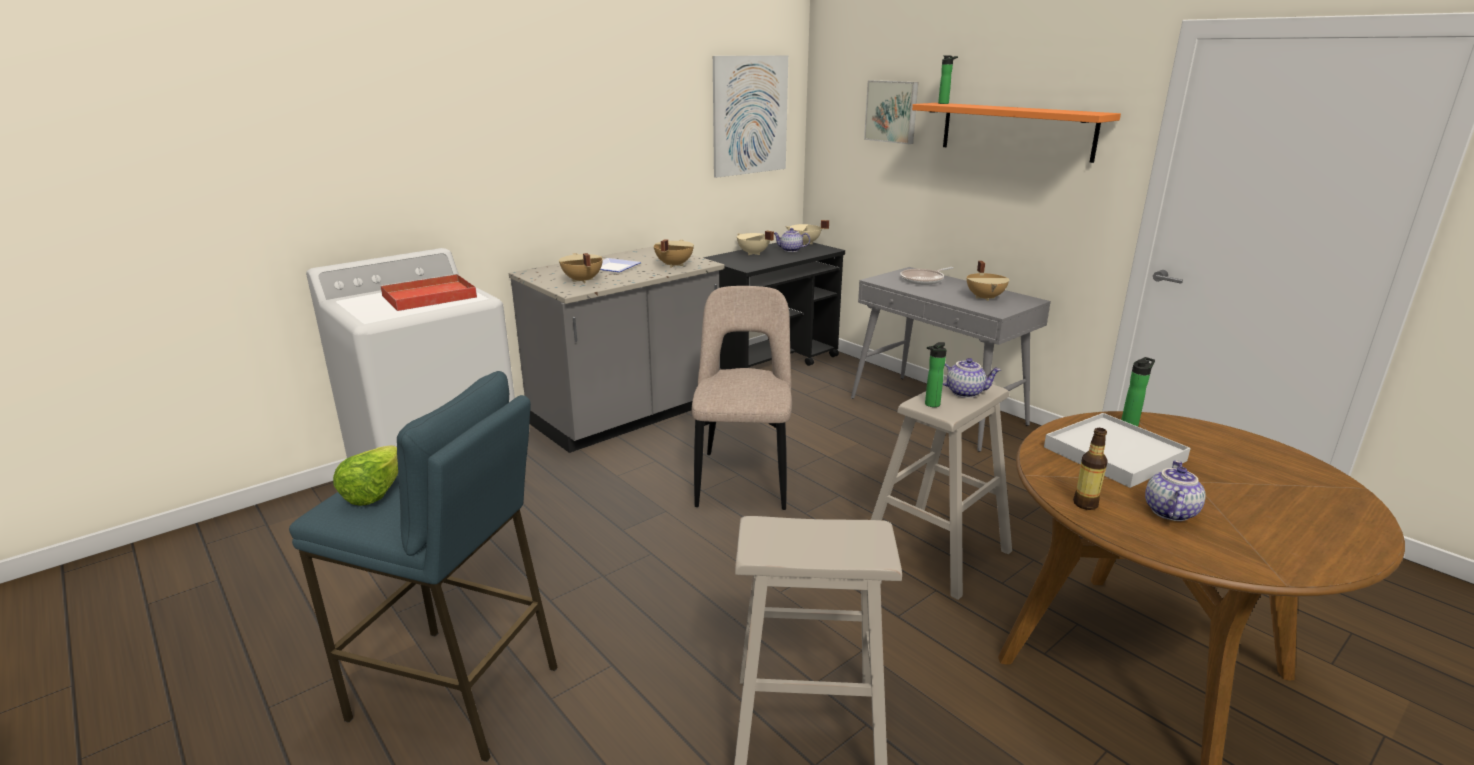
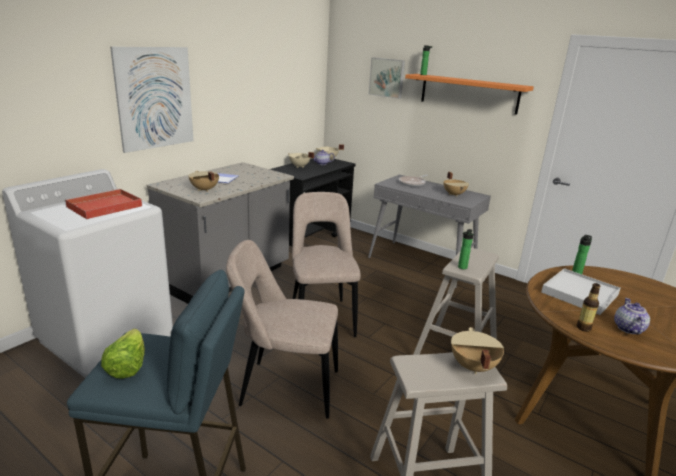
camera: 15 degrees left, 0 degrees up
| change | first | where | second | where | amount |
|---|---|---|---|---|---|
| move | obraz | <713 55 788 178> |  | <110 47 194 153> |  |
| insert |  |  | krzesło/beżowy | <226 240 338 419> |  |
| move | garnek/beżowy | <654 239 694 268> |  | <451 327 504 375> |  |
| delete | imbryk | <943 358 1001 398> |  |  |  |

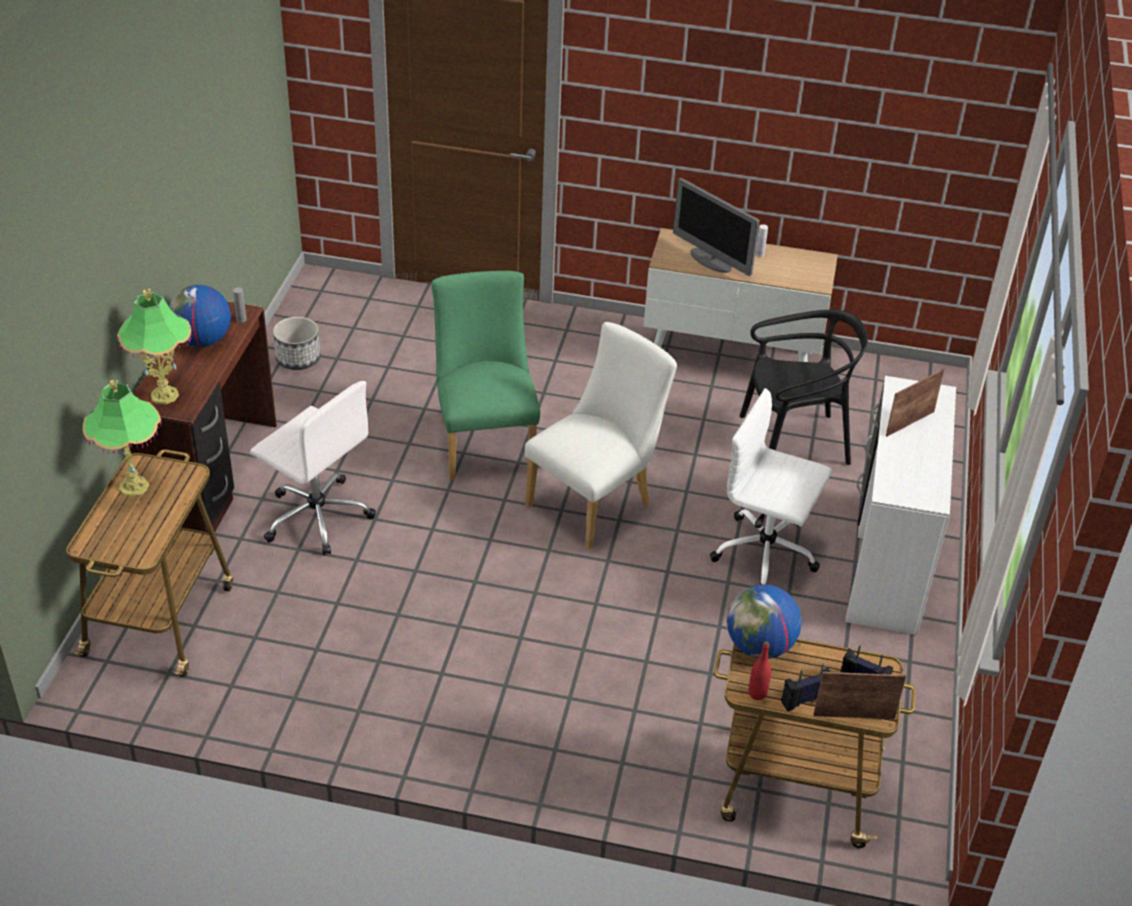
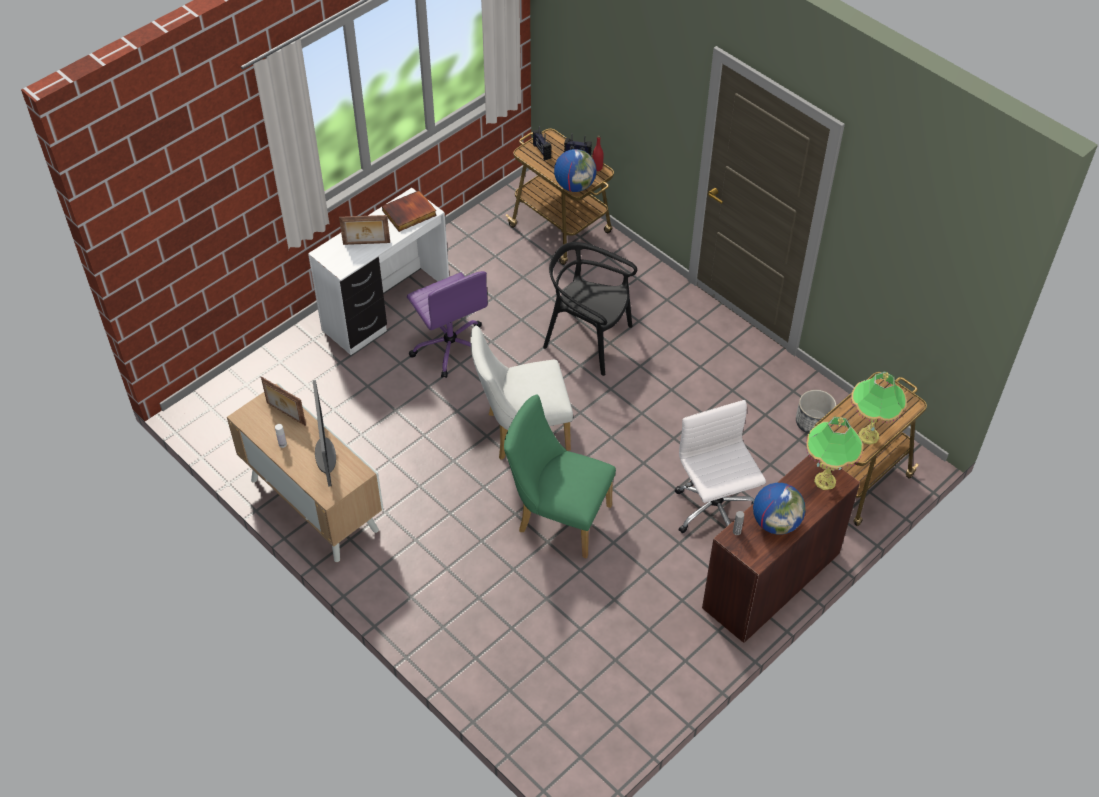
camera: 145 degrees left, 10 degrees up
| change | first | where | second | where | amount |
|---|---|---|---|---|---|
| move | ramka na zdjęcie | <813 672 906 719> |  | <261 377 306 426> |  |
| insert |  |  | książka | <382 190 437 232> |  |
| recolor | krzesło biurowe/biały | <710 388 832 584> | krzesło biurowe/fioletowy | <407 271 488 378> |  |
| rotate | krzesło/zielony | <432 271 540 480> |  | <504 395 616 559> | 90 degrees clockwise |
| move | krzesło/czarny | <739 310 868 465> |  | <543 242 637 376> |  |
| move | donica | <273 317 320 370> |  | <796 390 837 434> |  |

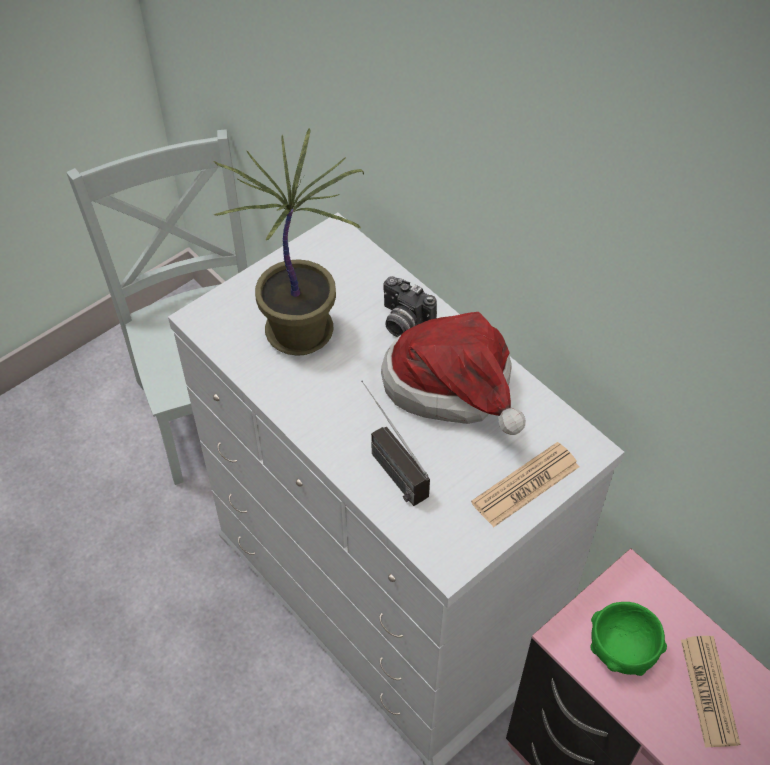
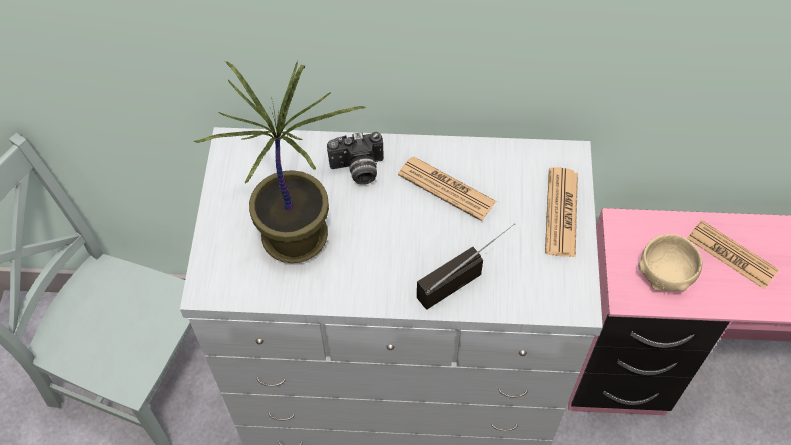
camera: 45 degrees left, 5 degrees up
| change | first | where | second | where | amount |
|---|---|---|---|---|---|
| replace | kapelusz | <381 312 525 435> | gazeta | <398 157 496 221> |  |
| rotate | radio | <361 380 430 506> |  | <417 224 515 310> | 135 degrees clockwise |
| recolor | miska/zielony | <590 602 667 676> | miska/beżowy | <638 234 702 291> |  |

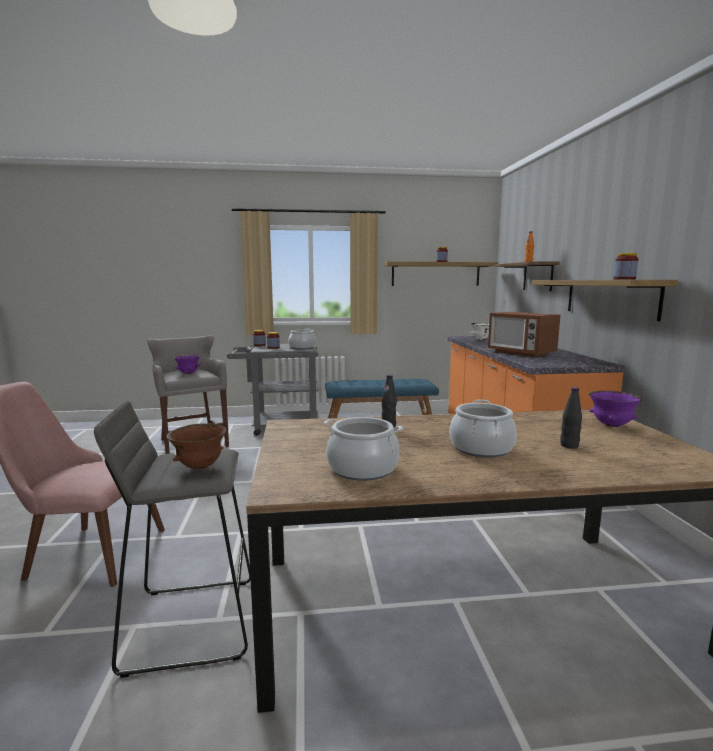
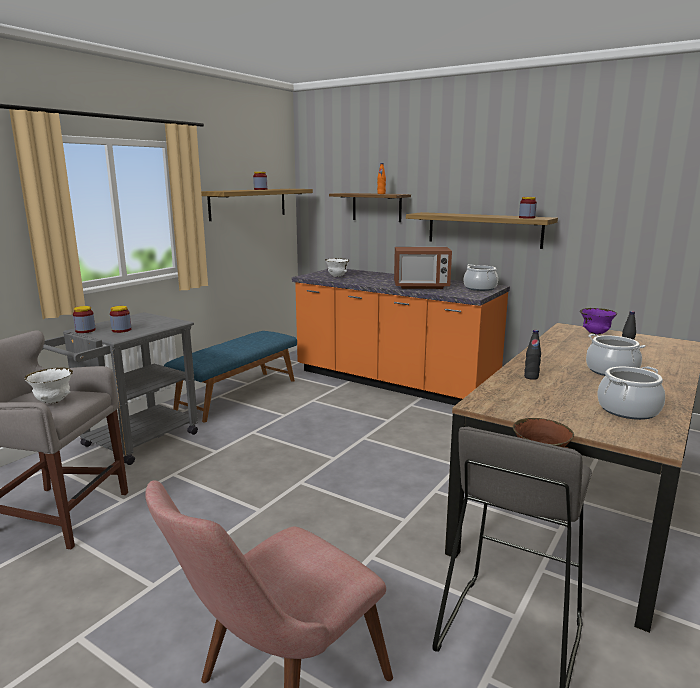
camera: 50 degrees left, 5 degrees up
| change | first | where | second | where | amount |
|---|---|---|---|---|---|
| recolor | miska/fioletowy | <174 355 201 374> | miska/biały | <25 367 73 404> |  |
| move | garnek | <288 329 316 350> |  | <464 264 498 291> |  |

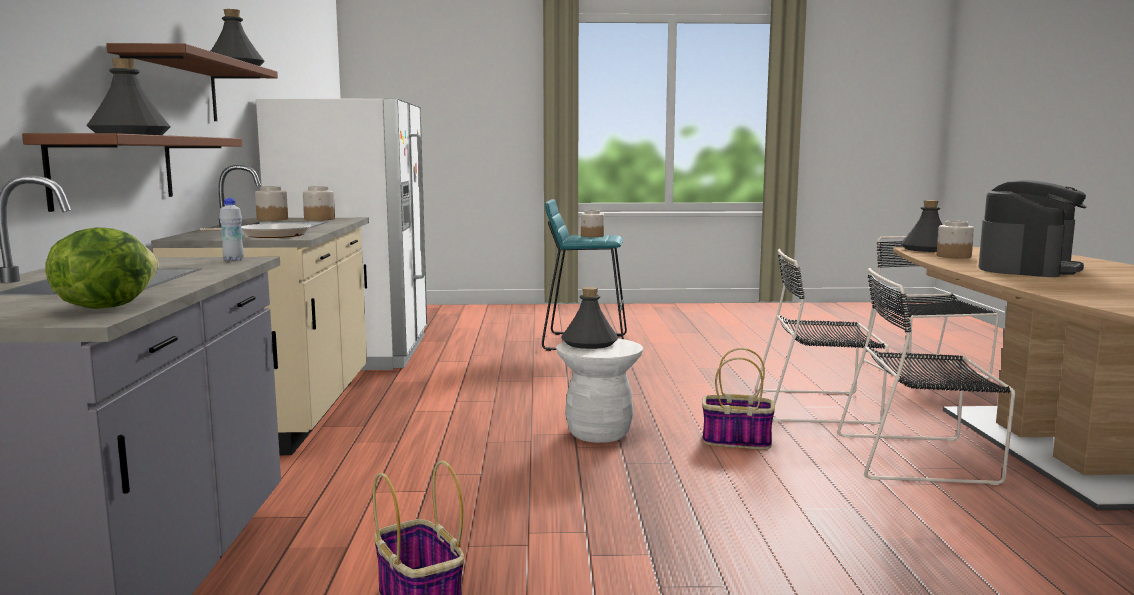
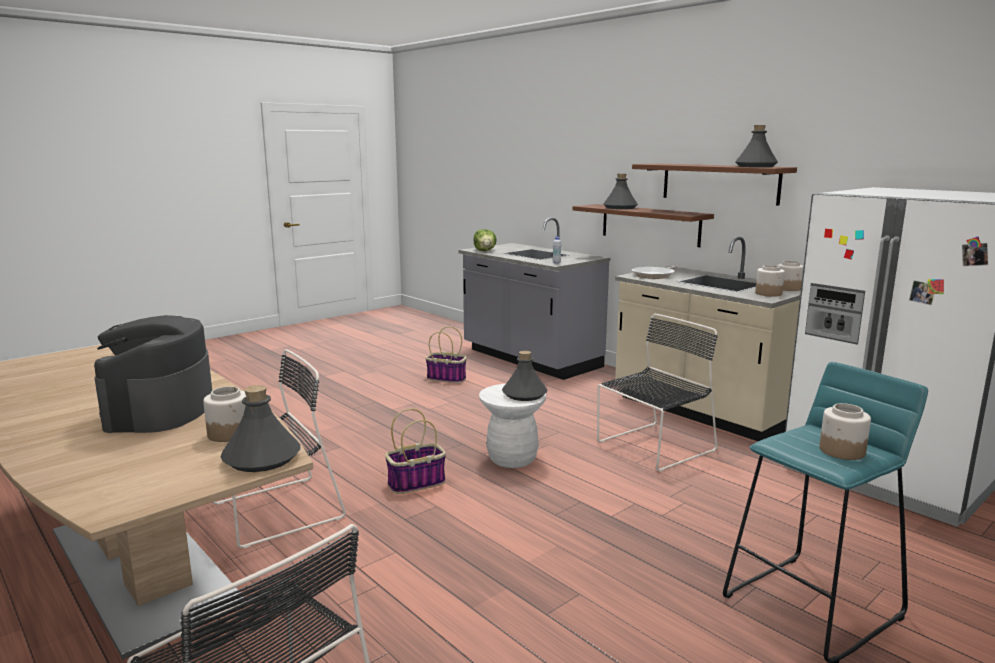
camera: 140 degrees right, 5 degrees up
| change | first | where | second | where | amount |
|---|---|---|---|---|---|
| move | krzesło/czarny | <755 249 889 425> |  | <597 314 717 472> |  |

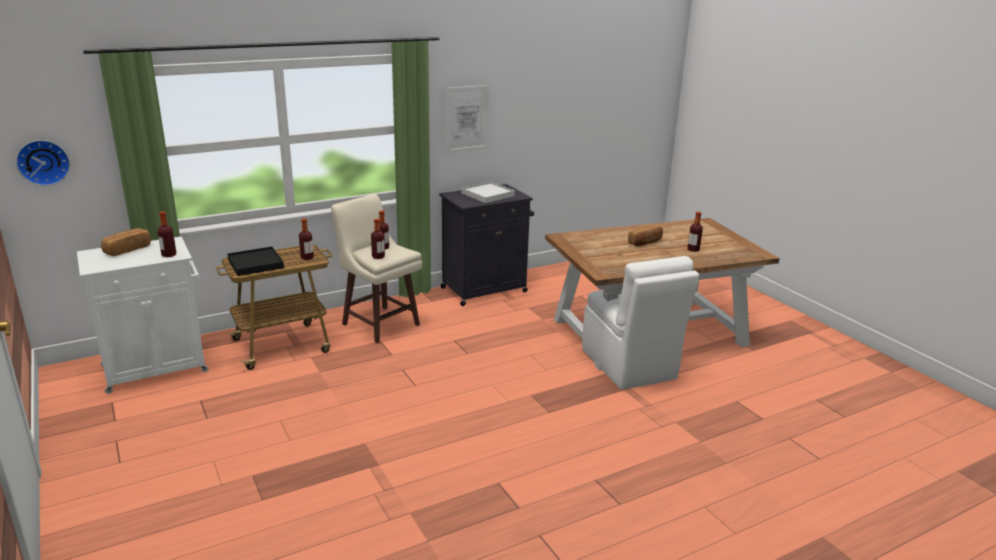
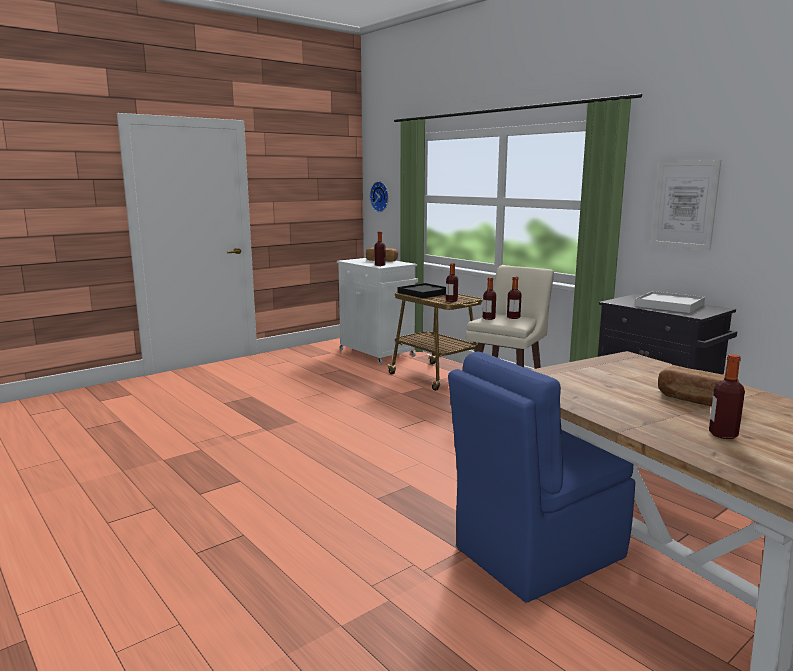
camera: 80 degrees right, 10 degrees down
| change | first | where | second | where | amount |
|---|---|---|---|---|---|
| recolor | krzesło/biały | <582 256 699 390> | krzesło/niebieski | <448 352 635 602> |  |

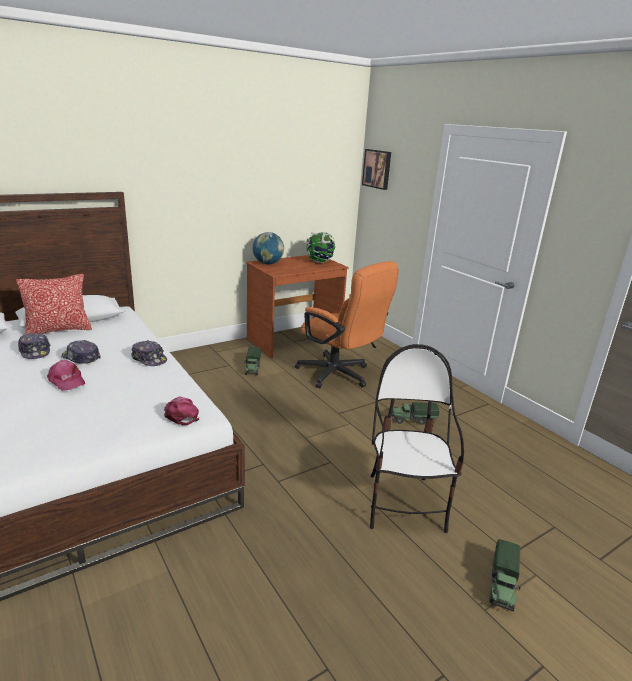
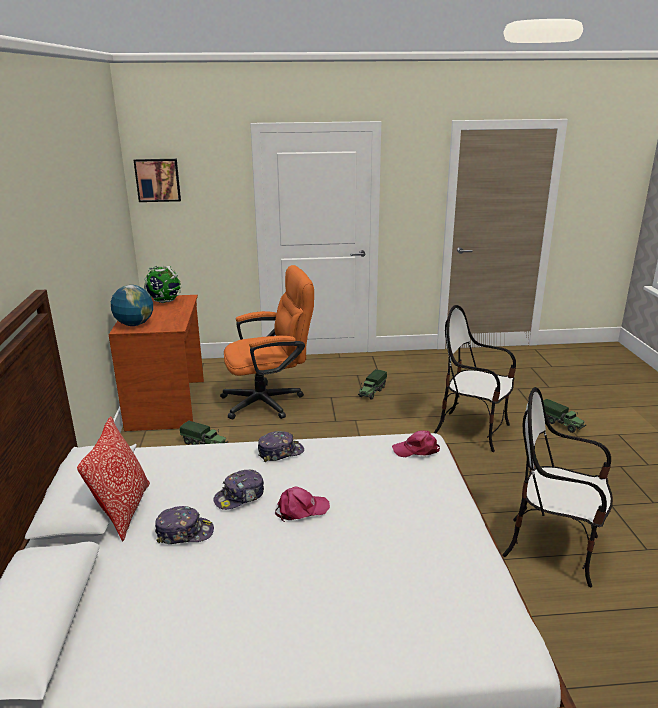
camera: 60 degrees left, 0 degrees up
| change | first | where | second | where | amount |
|---|---|---|---|---|---|
| insert |  |  | krzesło | <502 387 613 587> |  |

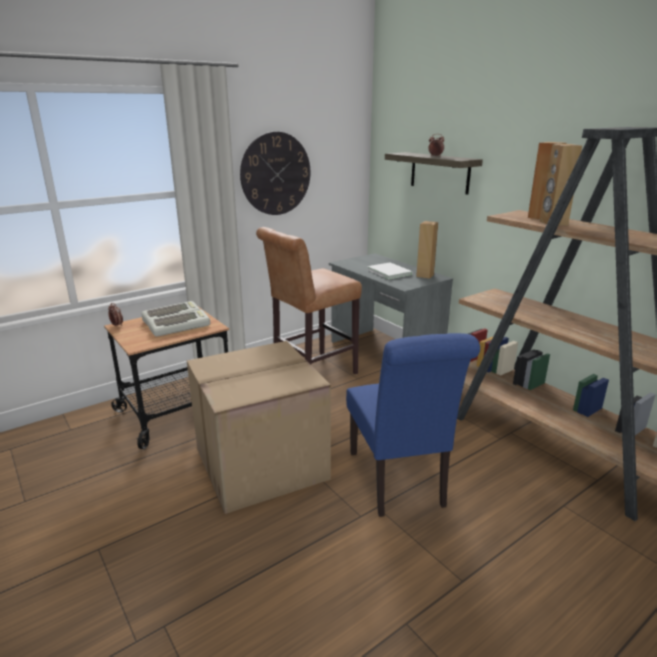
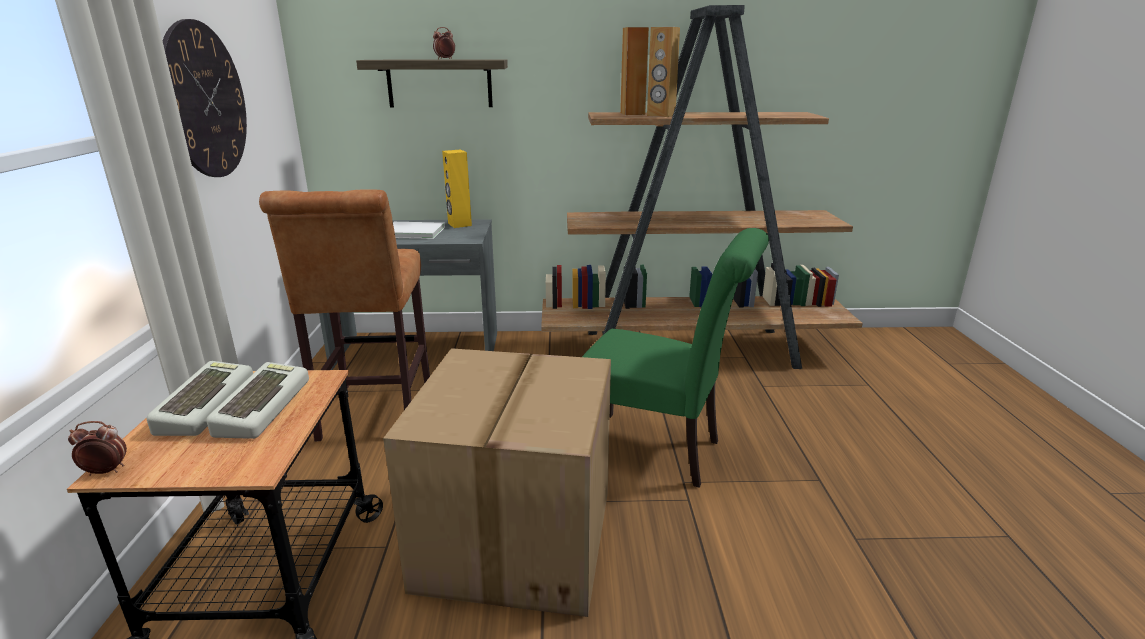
camera: 55 degrees left, 0 degrees up
| change | first | where | second | where | amount |
|---|---|---|---|---|---|
| recolor | głośnik/brązowy | <416 221 438 279> | głośnik/żółty | <442 150 472 228> |  |
| recolor | krzesło/niebieski | <346 333 480 517> | krzesło/zielony | <582 228 769 488> |  |

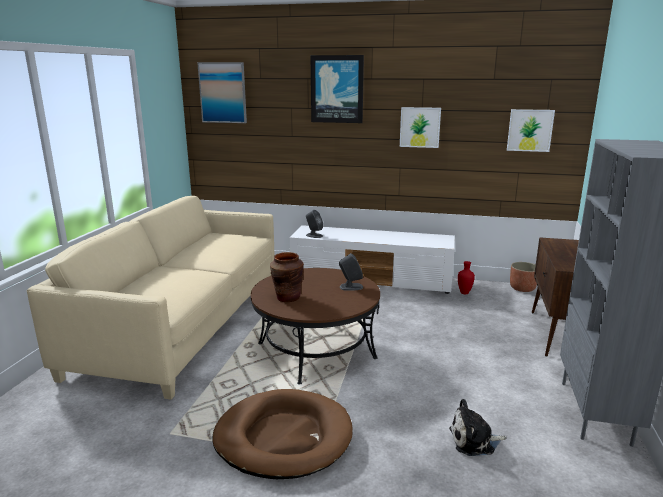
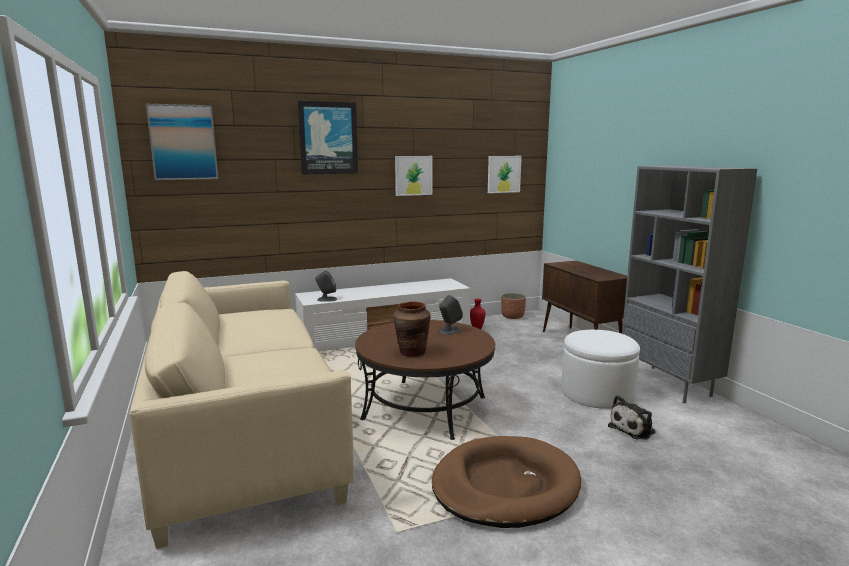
camera: 35 degrees left, 5 degrees down
| change | first | where | second | where | amount |
|---|---|---|---|---|---|
| insert |  |  | pufa/biały | <561 330 640 409> |  |

